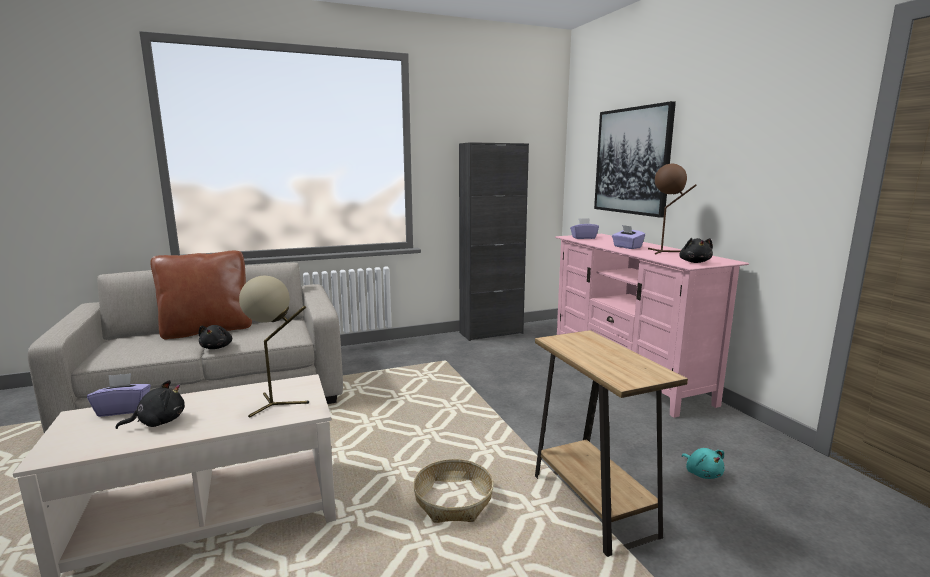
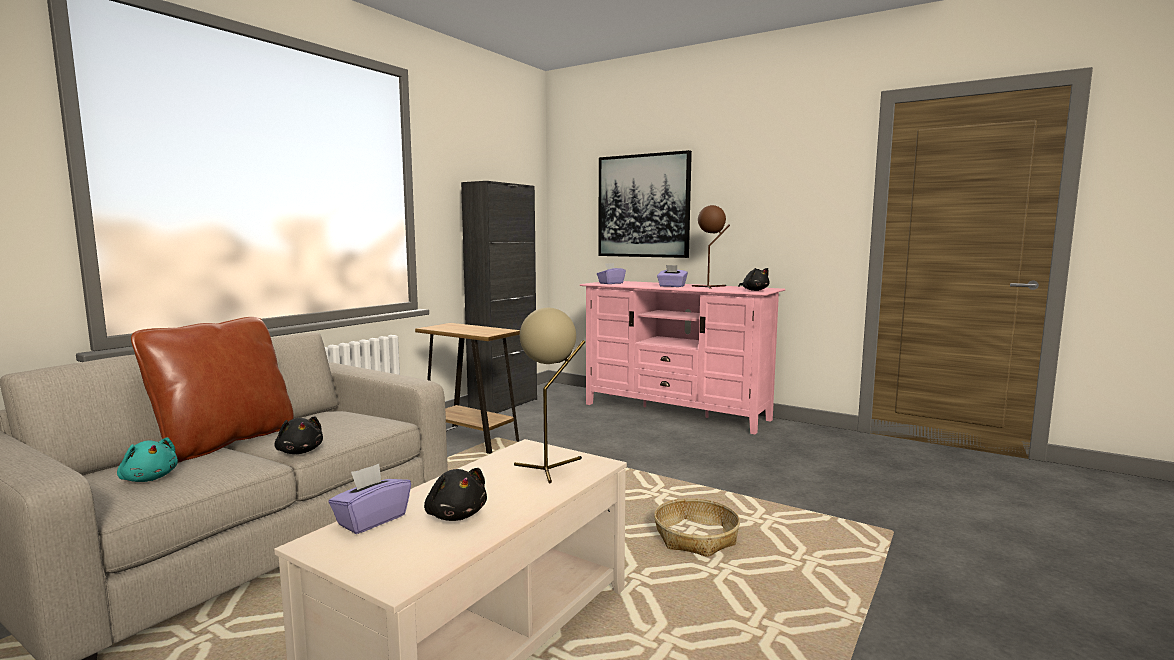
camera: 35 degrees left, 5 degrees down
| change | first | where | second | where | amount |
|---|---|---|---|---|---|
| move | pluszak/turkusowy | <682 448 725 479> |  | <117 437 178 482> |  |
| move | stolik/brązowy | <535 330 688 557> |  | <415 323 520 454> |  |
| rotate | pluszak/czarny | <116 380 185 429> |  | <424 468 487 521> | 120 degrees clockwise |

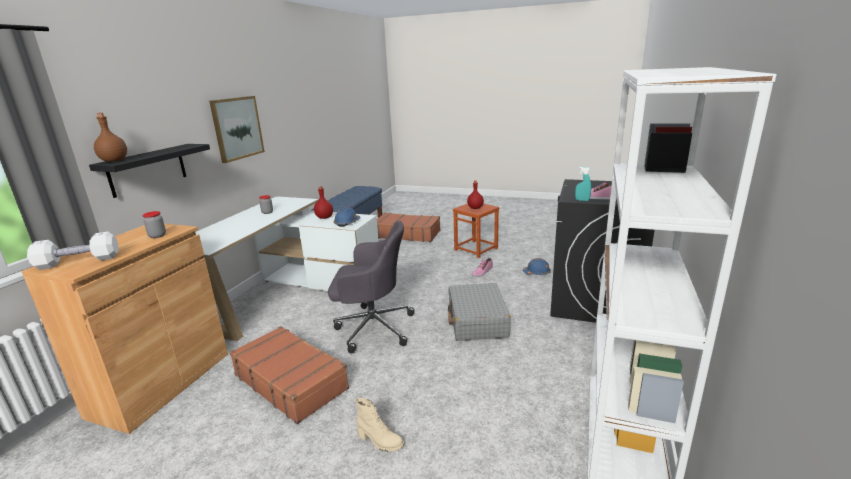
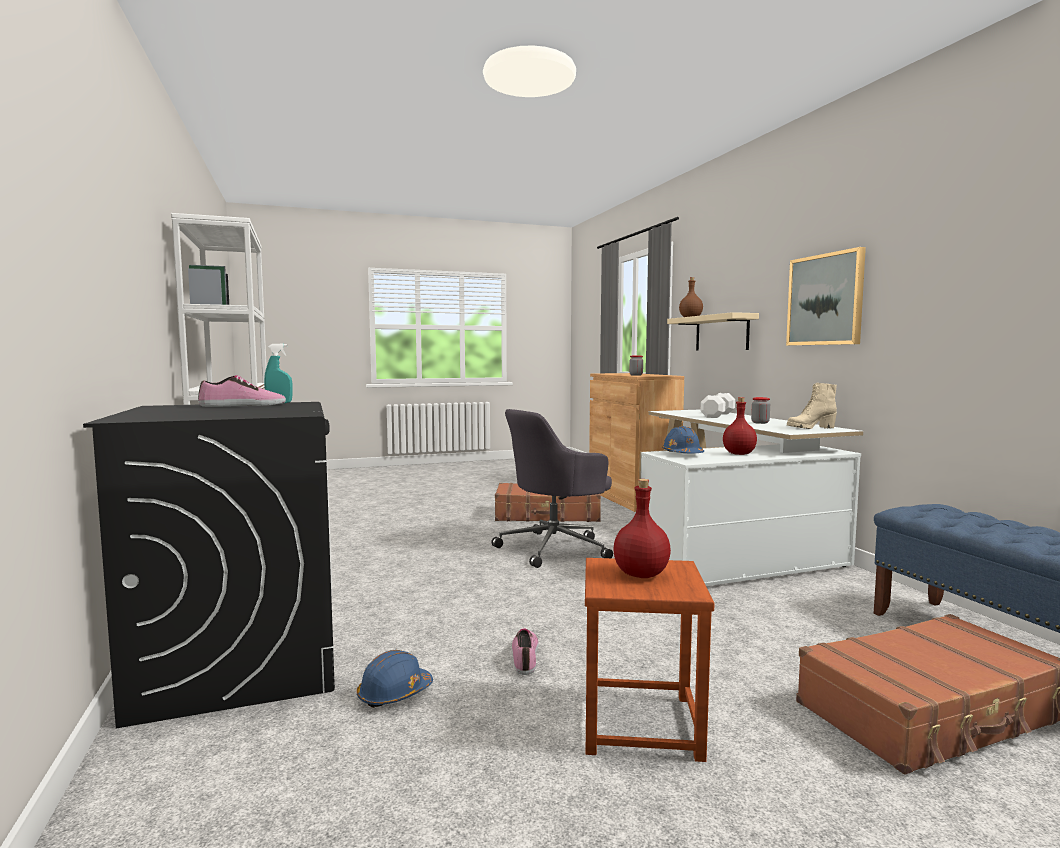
camera: 140 degrees right, 15 degrees down
| change | first | where | second | where | amount |
|---|---|---|---|---|---|
| recolor | półka/czarny | <89 144 210 198> | półka/beżowy | <667 312 759 351> |  |
| move | hantel/biały | <27 232 119 270> |  | <701 393 735 418> |  |
| move | but z cholewką/beżowy | <356 398 404 452> |  | <787 383 837 429> |  |
| delete | walizka/szary | <448 283 511 341> |  |  |  |

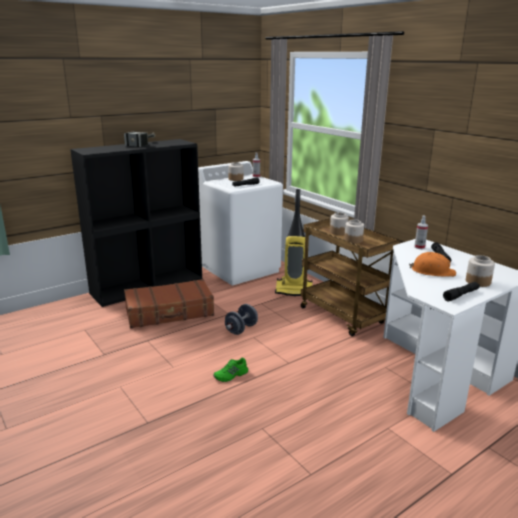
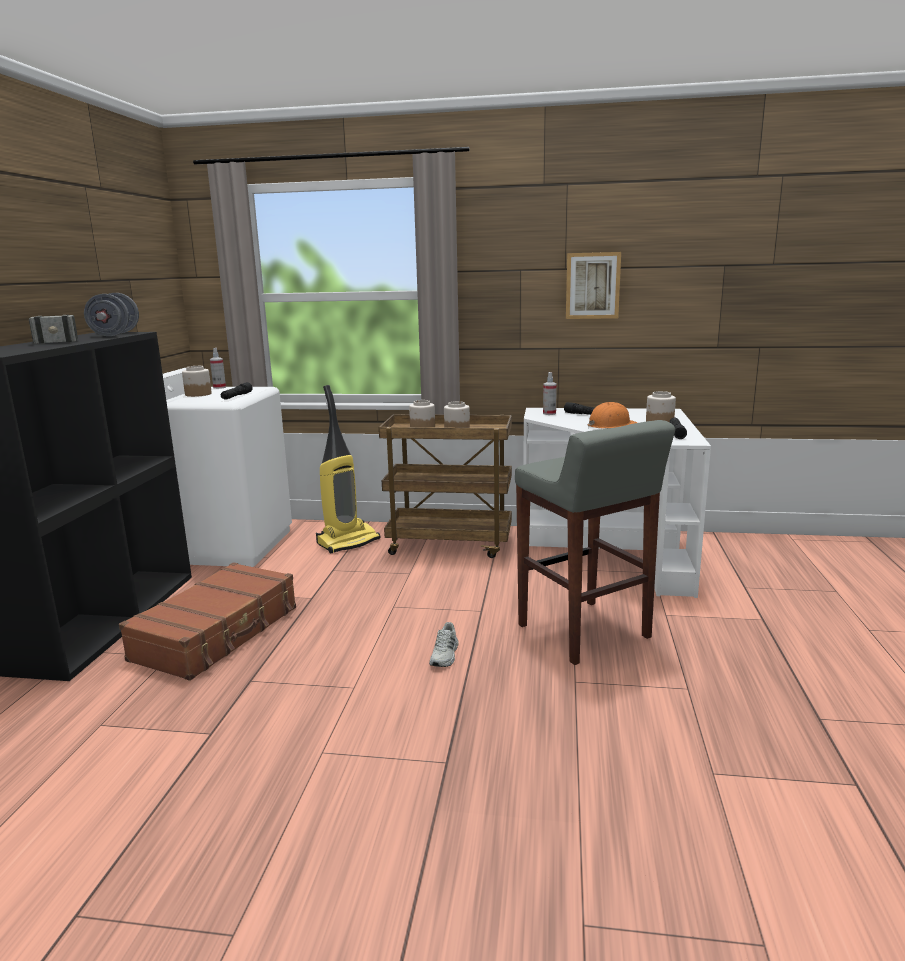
camera: 45 degrees left, 5 degrees down
| change | first | where | second | where | amount |
|---|---|---|---|---|---|
| move | hantel/szary | <225 304 258 335> |  | <84 293 139 336> |  |
| recolor | but/zielony | <213 358 248 382> | but/biały | <429 622 459 667> |  |
| insert |  |  | stołek/szary | <515 420 675 665> |  |
| insert |  |  | obraz | <566 252 621 319> |  |

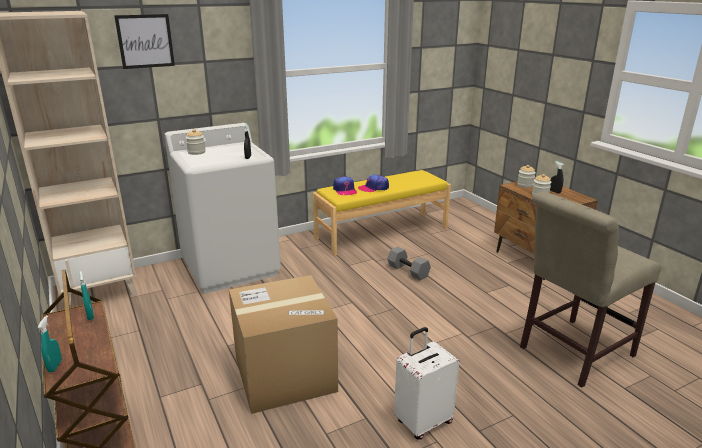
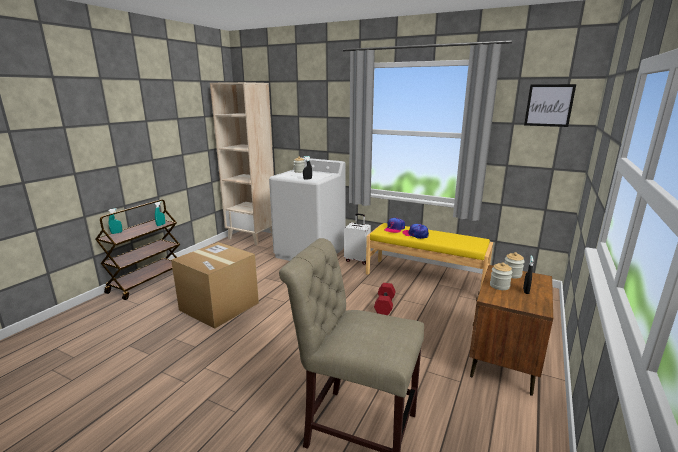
camera: 55 degrees right, 5 degrees down
| change | first | where | second | where | amount |
|---|---|---|---|---|---|
| move | walizka/biały | <394 327 459 440> |  | <344 213 371 265> |  |
| recolor | hantel/szary | <387 247 431 280> | hantel/czerwony | <374 283 395 315> |  |
| move | obraz | <114 14 175 69> |  | <524 84 576 127> |  |

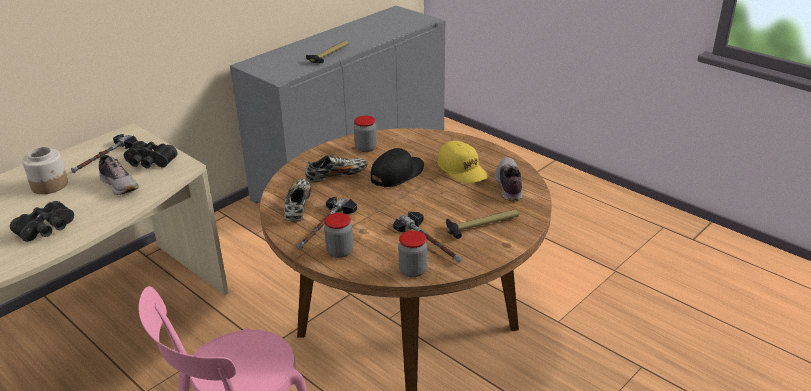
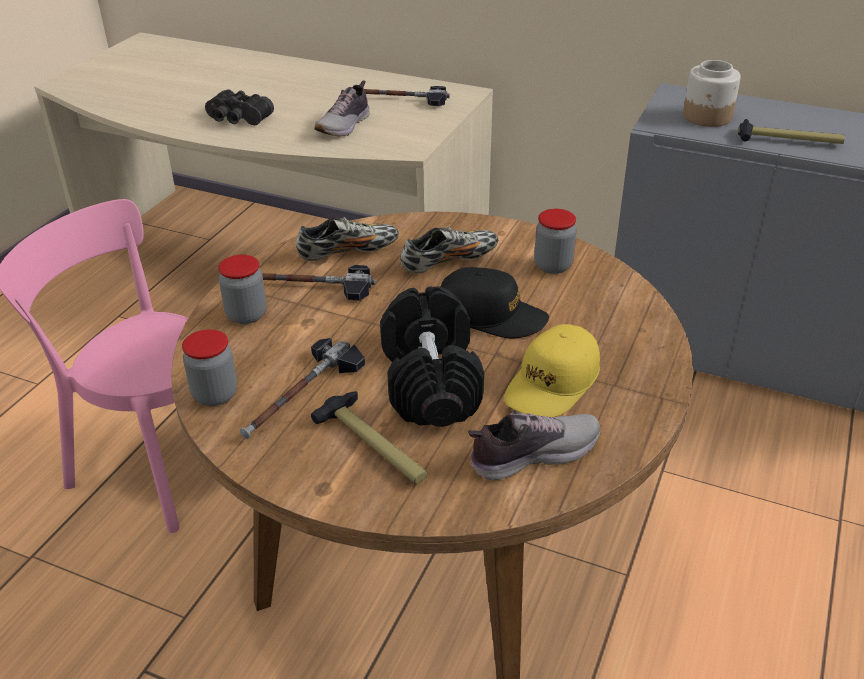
camera: 70 degrees right, 5 degrees up
| change | first | where | second | where | amount |
|---|---|---|---|---|---|
| insert |  |  | hantel/czarny | <380 286 484 427> |  |
| rotate | but | <305 155 368 183> |  | <401 226 498 274> | 75 degrees counterclockwise |
| move | słoik | <22 147 68 194> |  | <683 60 741 127> |  |
| delete | lornetka/czarny | <124 141 177 168> |  |  |  |

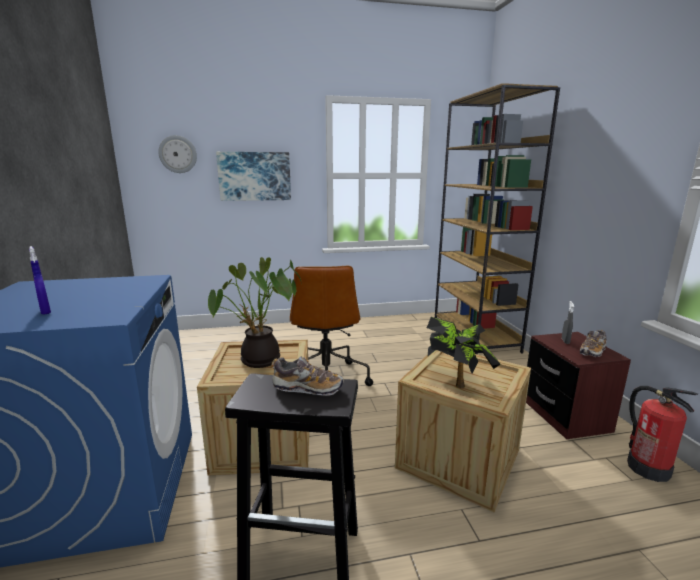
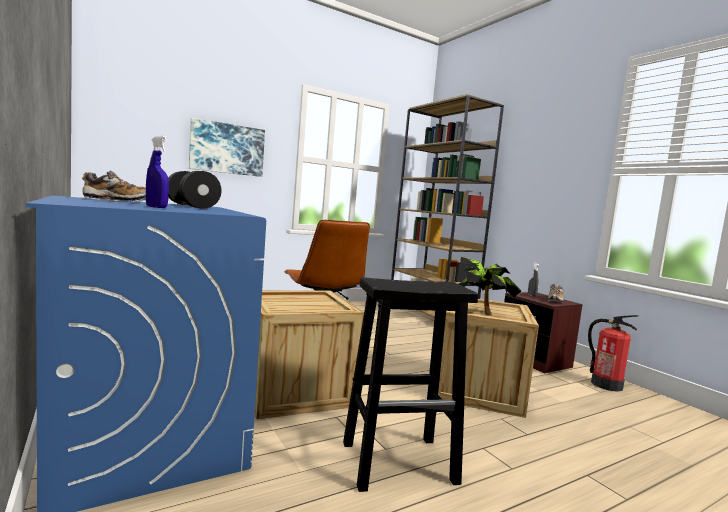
camera: 20 degrees left, 10 degrees down
| change | first | where | second | where | amount |
|---|---|---|---|---|---|
| move | but | <271 357 344 396> |  | <82 170 146 202> |  |
| insert |  |  | hantel/czarny | <168 171 222 209> |  |
| delete | zegar ścienny | <158 135 197 173> |  |  |  |
| delete | roślina doniczkowa | <208 257 301 368> |  |  |  |

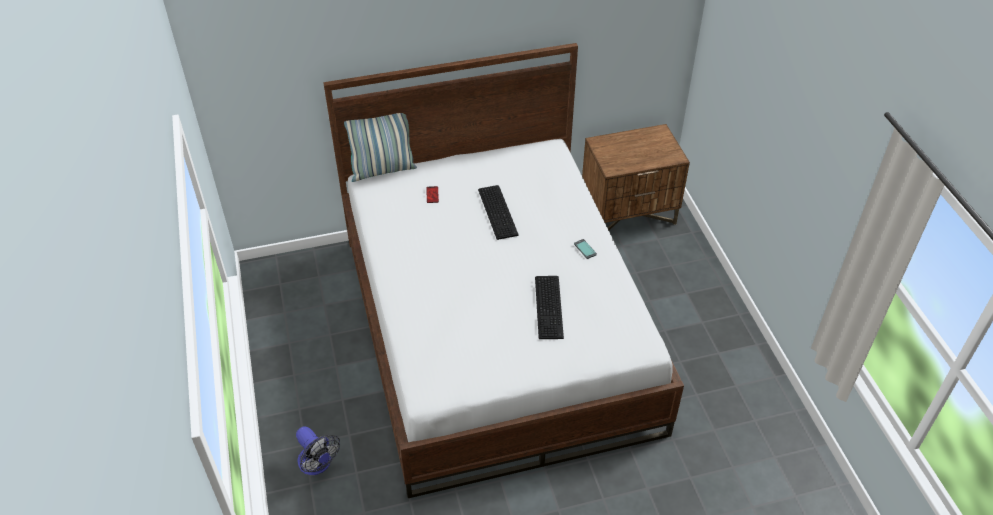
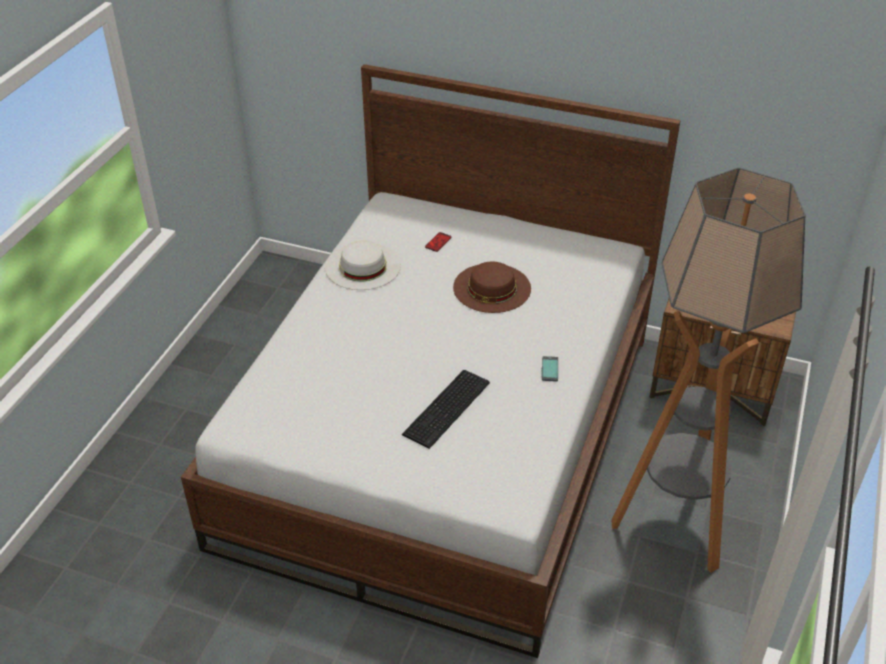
camera: 35 degrees right, 5 degrees down
| change | first | where | second | where | amount |
|---|---|---|---|---|---|
| insert |  |  | kapelusz/biały | <325 241 401 290> |  |
| replace | klawiatura | <478 185 519 240> | kapelusz/brązowy | <453 262 531 313> |  |
| insert |  |  | lampa stojąca | <611 168 806 573> |  |
| delete | wentylator | <296 426 340 475> |  |  |  |
| delete | poduszka | <344 113 417 182> |  |  |  |

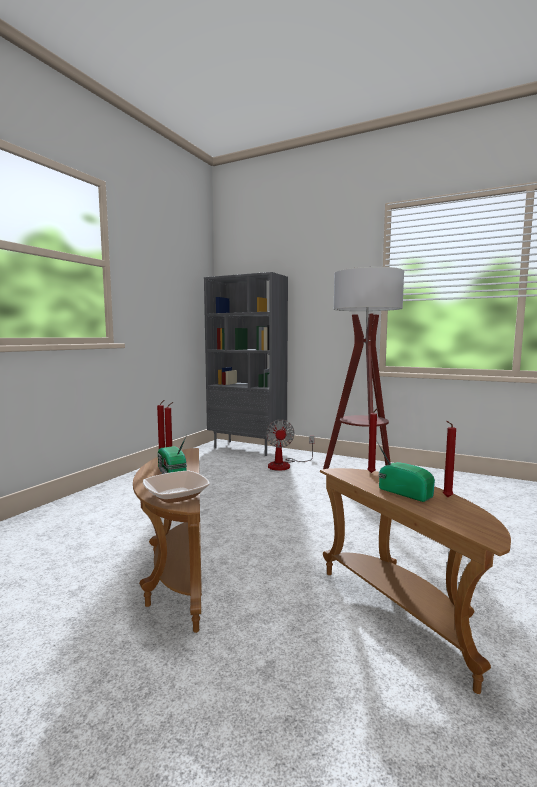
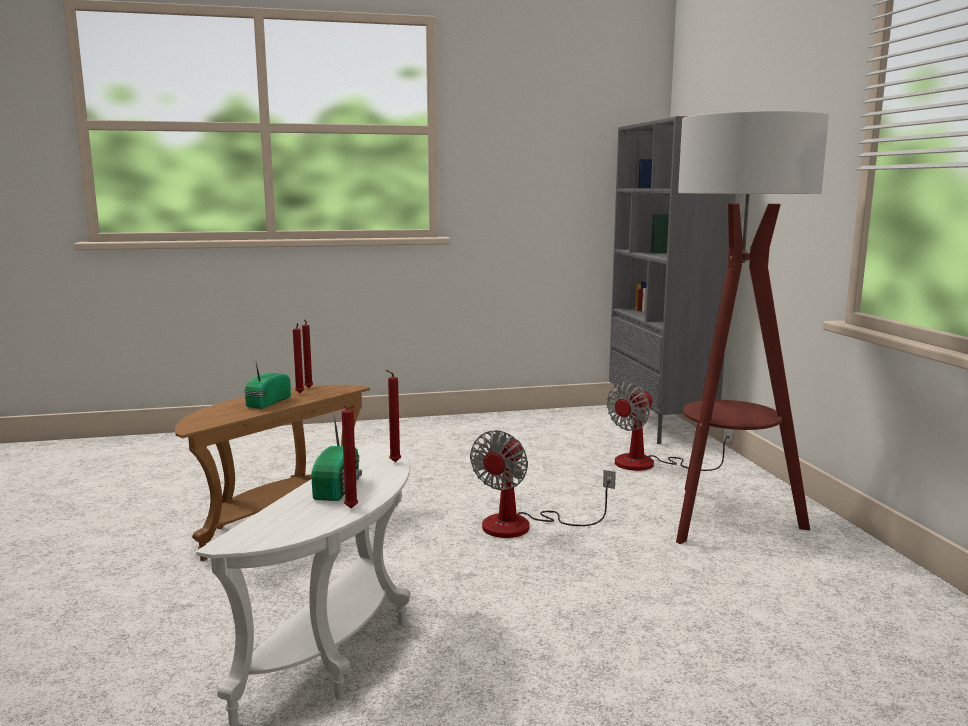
camera: 50 degrees right, 5 degrees up
| change | first | where | second | where | amount |
|---|---|---|---|---|---|
| recolor | stolik/brązowy | <320 468 511 694> | stolik/biały | <196 442 410 726> |  |
| insert |  |  | wentylator | <470 430 616 538> |  |
| delete | miska | <143 471 210 503> |  |  |  |

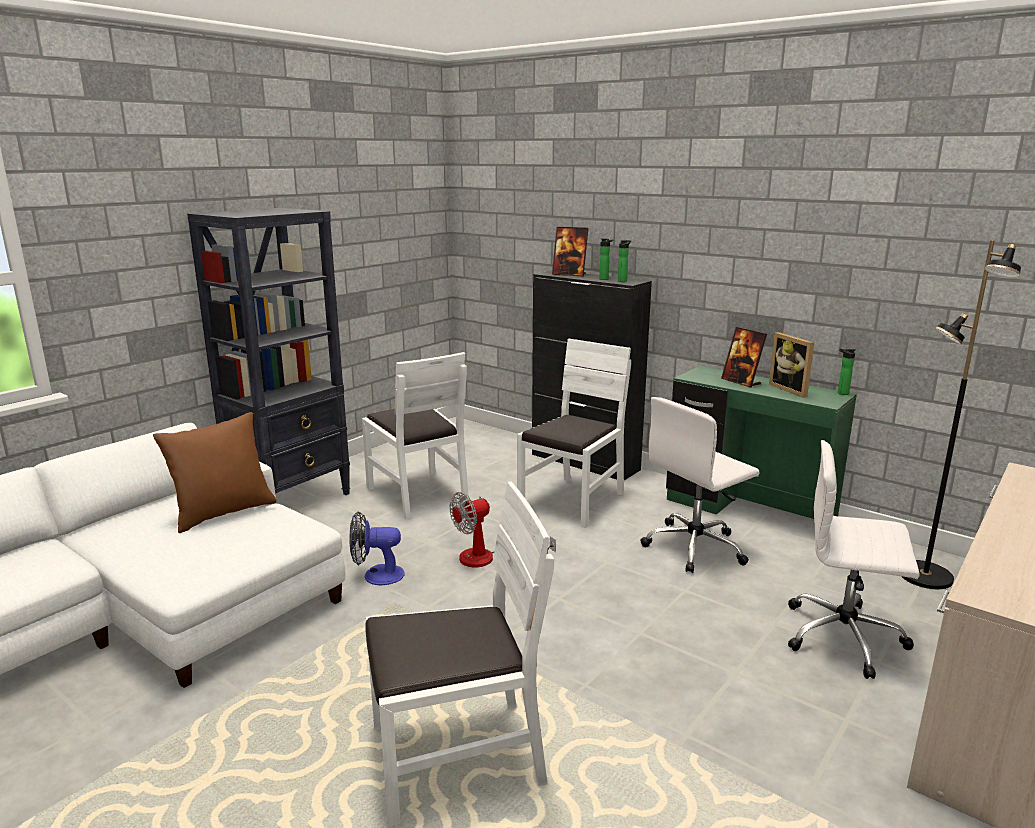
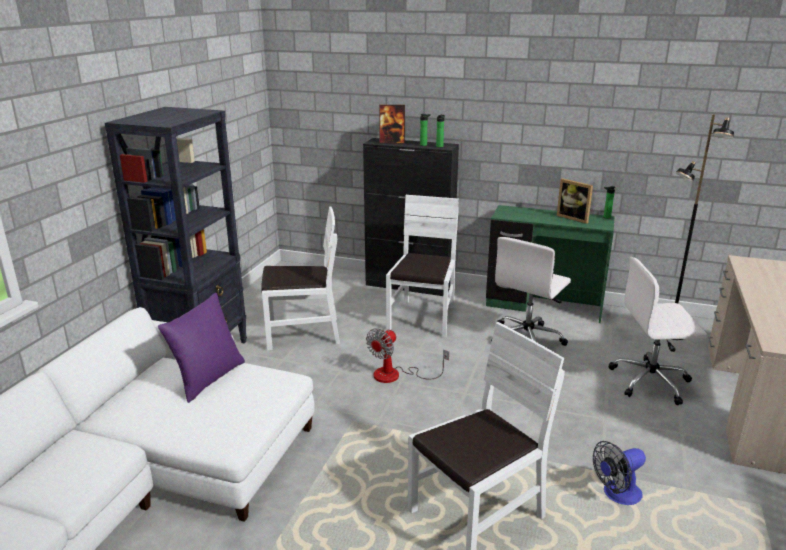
camera: 20 degrees left, 5 degrees up
| change | first | where | second | where | amount |
|---|---|---|---|---|---|
| recolor | poduszka/brązowy | <153 412 277 533> | poduszka/fioletowy | <158 293 245 403> |  |
| rotate | krzesło/biały | <362 352 469 520> |  | <261 206 340 351> | 45 degrees counterclockwise |
| move | wentylator | <349 511 404 585> |  | <593 441 646 505> |  |
| delete | ramka na zdjęcie | <721 327 767 388> |  |  |  |

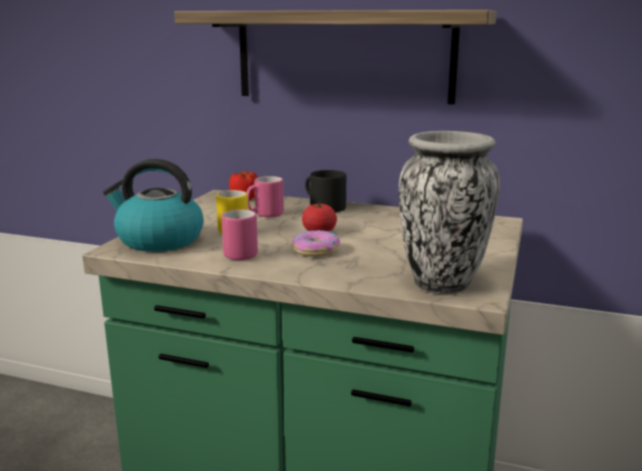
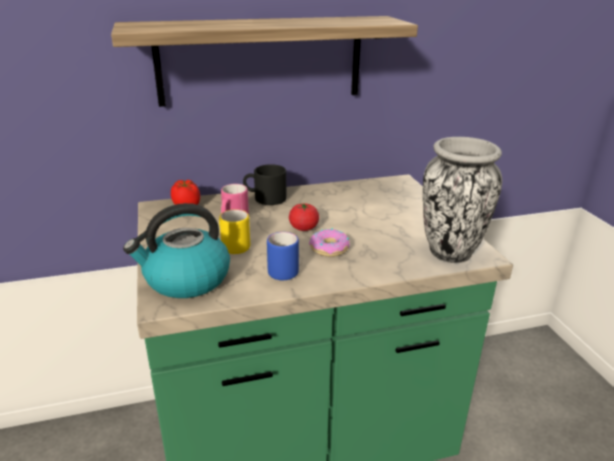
camera: 35 degrees left, 10 degrees up
| change | first | where | second | where | amount |
|---|---|---|---|---|---|
| recolor | kubek/różowy | <222 209 258 260> | kubek/niebieski | <267 232 299 280> |  |

